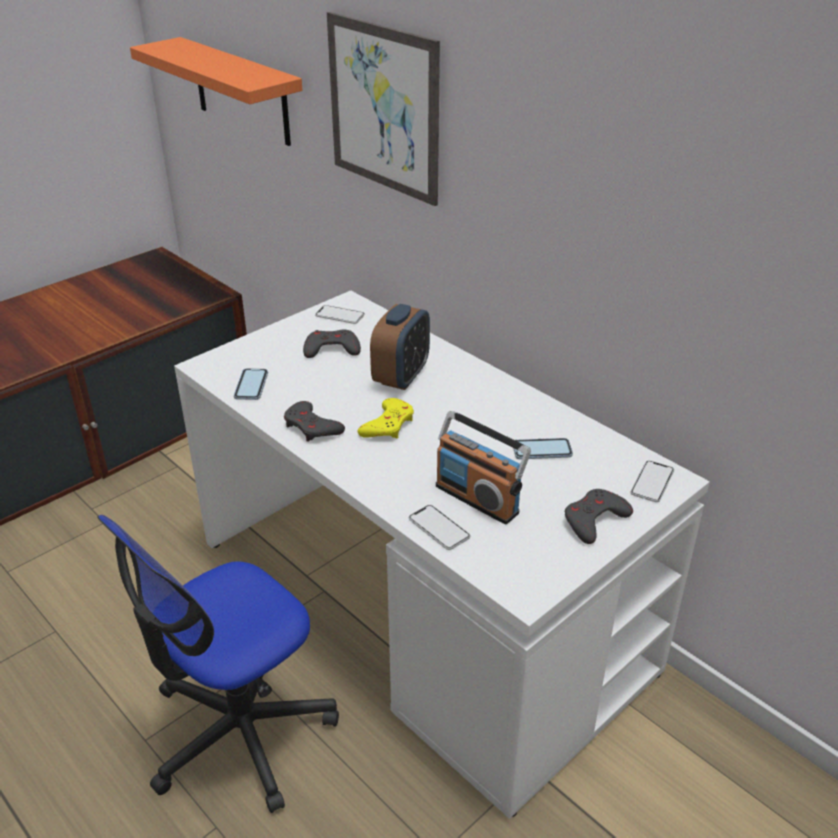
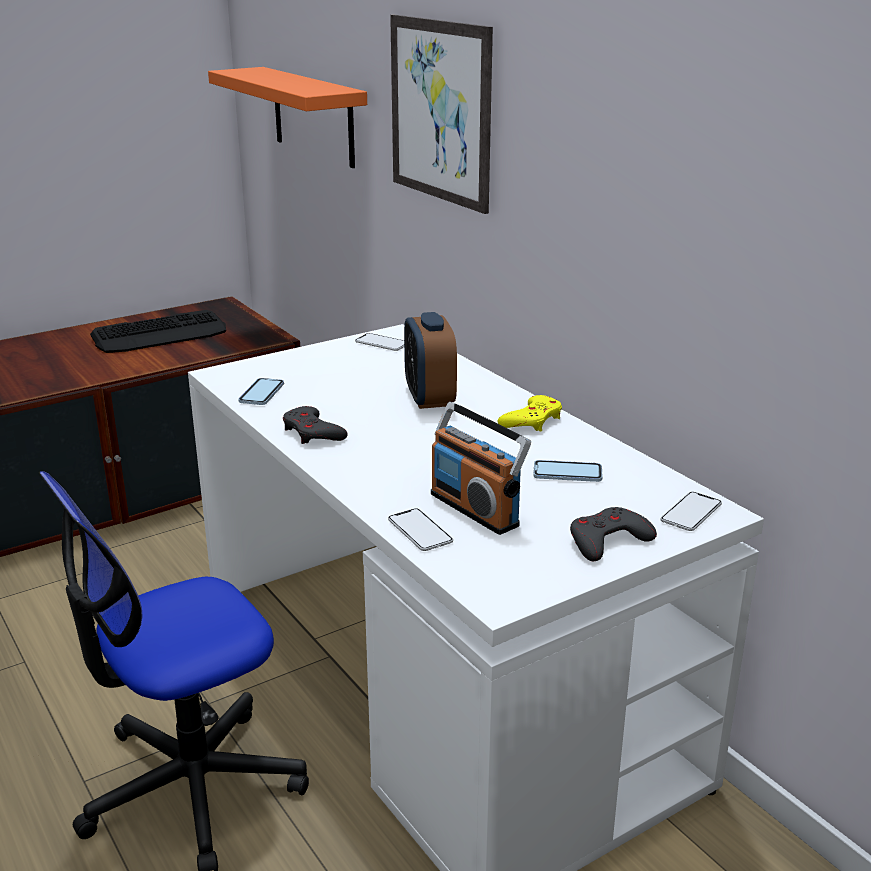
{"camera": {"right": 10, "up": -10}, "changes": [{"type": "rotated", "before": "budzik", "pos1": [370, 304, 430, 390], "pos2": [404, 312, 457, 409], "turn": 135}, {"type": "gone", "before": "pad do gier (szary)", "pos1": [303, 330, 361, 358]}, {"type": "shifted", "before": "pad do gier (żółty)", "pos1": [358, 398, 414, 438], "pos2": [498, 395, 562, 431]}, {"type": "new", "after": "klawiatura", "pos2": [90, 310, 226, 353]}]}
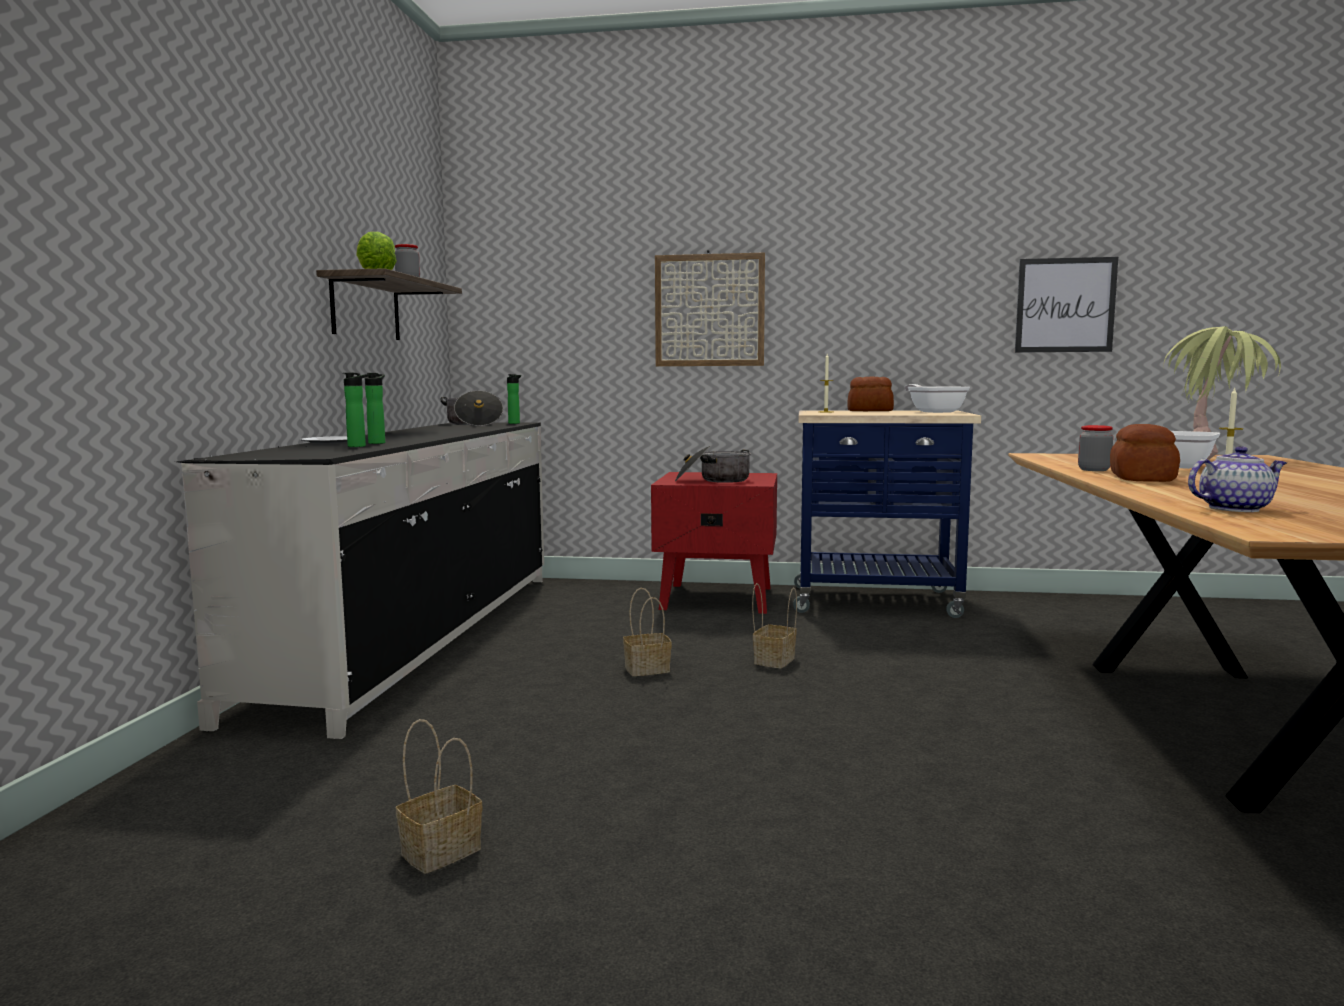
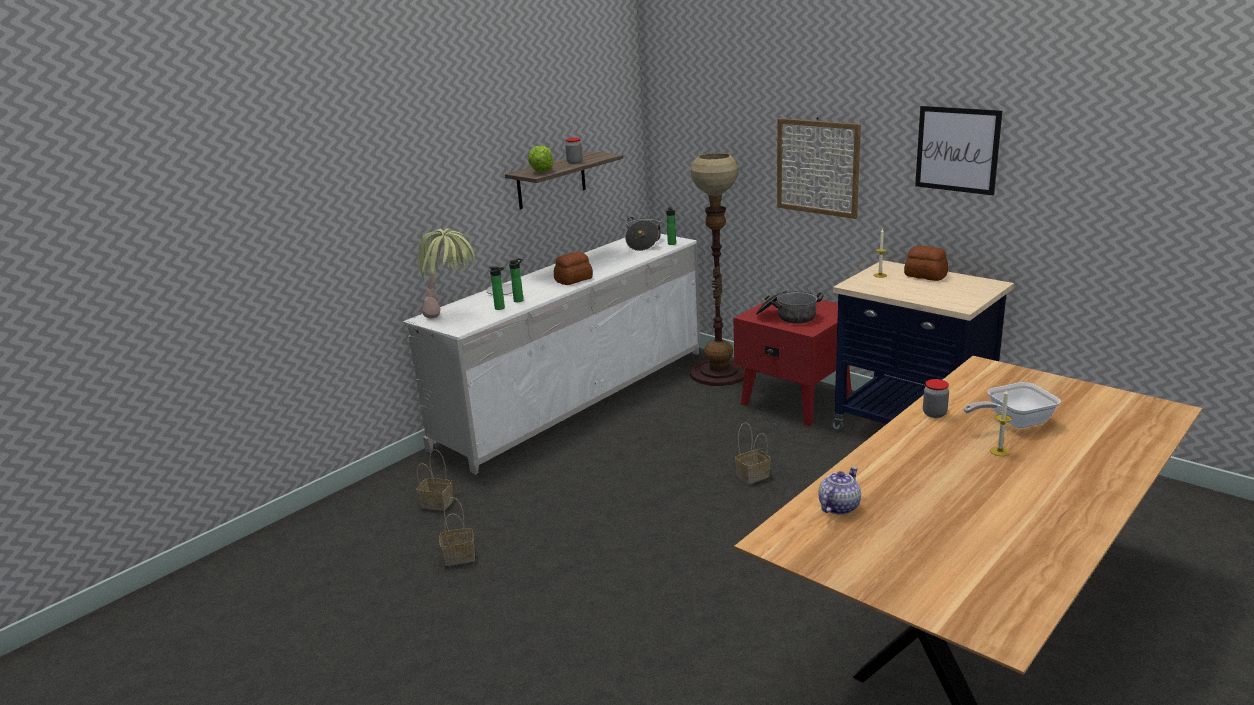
{"camera": {"right": 35, "up": 15}, "changes": [{"type": "shifted", "before": "obraz", "pos1": [1015, 257, 1118, 353], "pos2": [915, 106, 1002, 195]}, {"type": "shifted", "before": "roślina doniczkowa", "pos1": [1163, 326, 1281, 460], "pos2": [418, 229, 475, 318]}, {"type": "gone", "before": "patelnia", "pos1": [904, 384, 970, 413]}, {"type": "repainted", "before": "szafka (czarny)", "after": "szafka (biały)", "pos1": [177, 422, 544, 739], "pos2": [403, 234, 700, 475]}, {"type": "shifted", "before": "chleb", "pos1": [1110, 424, 1180, 482], "pos2": [554, 252, 593, 285]}, {"type": "rotated", "before": "imbryk", "pos1": [1188, 446, 1287, 512], "pos2": [818, 467, 861, 515], "turn": -75}, {"type": "shifted", "before": "koszyk", "pos1": [623, 588, 672, 676], "pos2": [416, 449, 454, 511]}, {"type": "new", "after": "lampa stojąca", "pos2": [690, 153, 745, 386]}]}
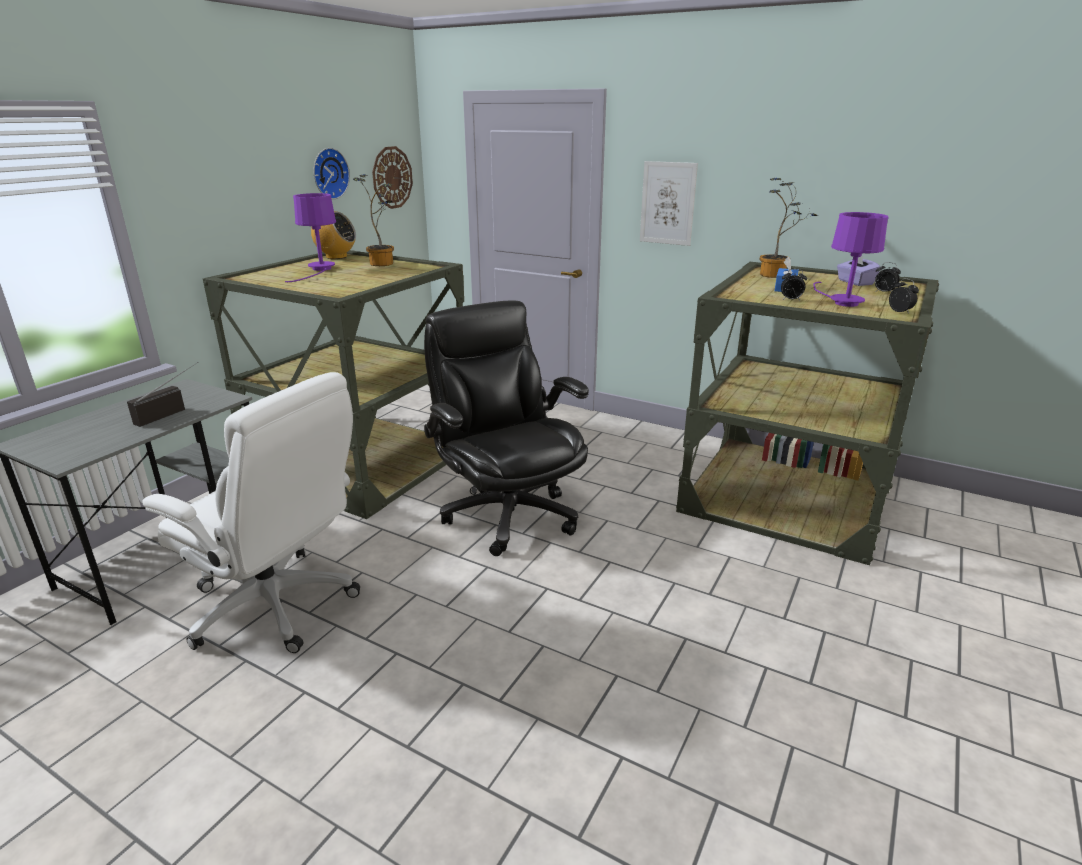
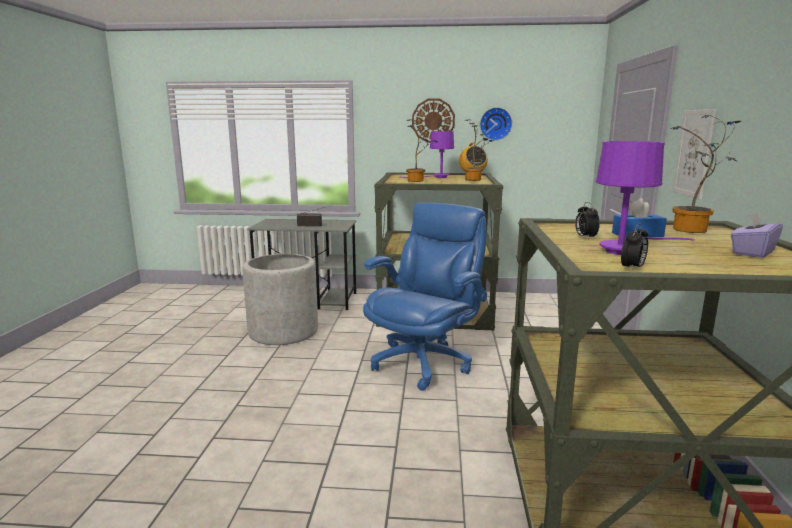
{"camera": {"right": 65, "up": -10}, "changes": [{"type": "shifted", "before": "zegar ścienny", "pos1": [372, 146, 413, 209], "pos2": [412, 99, 455, 143]}, {"type": "gone", "before": "budzik", "pos1": [875, 262, 901, 292]}, {"type": "repainted", "before": "krzesło biurowe (czarny)", "after": "krzesło biurowe (niebieski)", "pos1": [424, 301, 589, 556], "pos2": [363, 203, 487, 391]}, {"type": "swapped", "before": "krzesło biurowe (biały)", "after": "donica (szary)", "pos1": [142, 372, 360, 653], "pos2": [242, 254, 318, 345]}, {"type": "new", "after": "roślina doniczkowa", "pos2": [406, 119, 437, 182]}]}
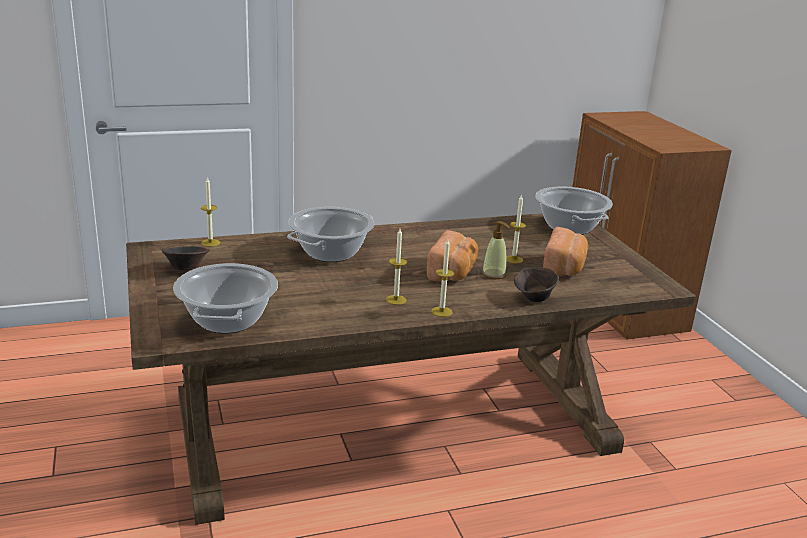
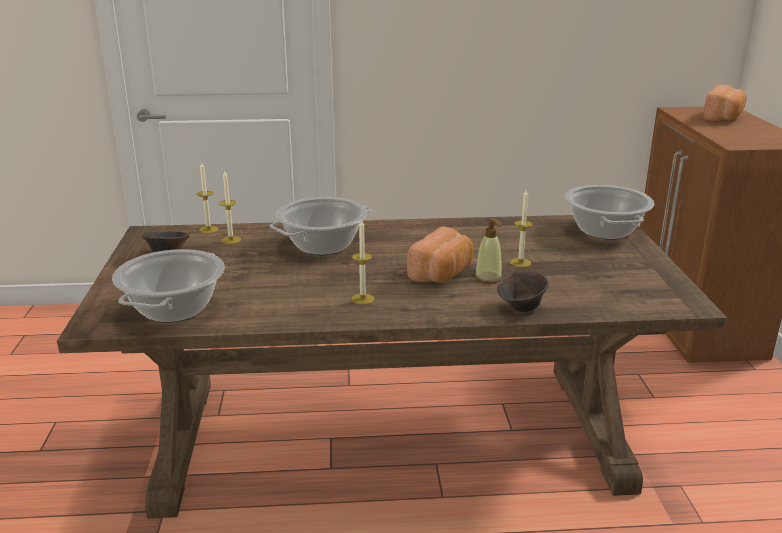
{"camera": {"right": 15, "up": 0}, "changes": [{"type": "shifted", "before": "chleb", "pos1": [543, 227, 588, 276], "pos2": [704, 84, 747, 121]}, {"type": "shifted", "before": "świeca", "pos1": [431, 239, 454, 317], "pos2": [219, 171, 241, 244]}]}
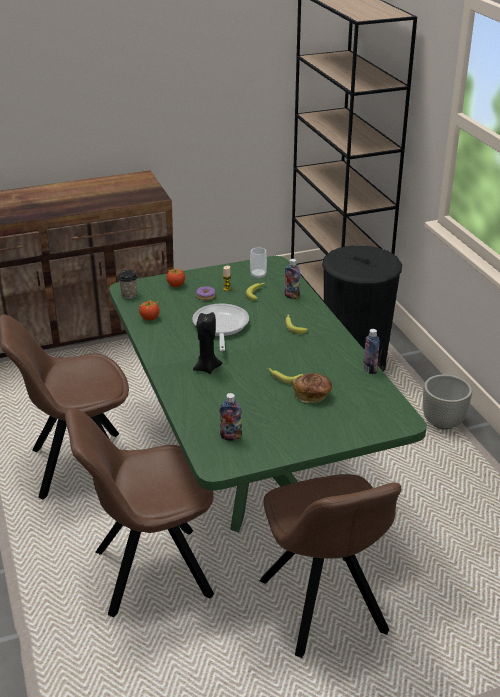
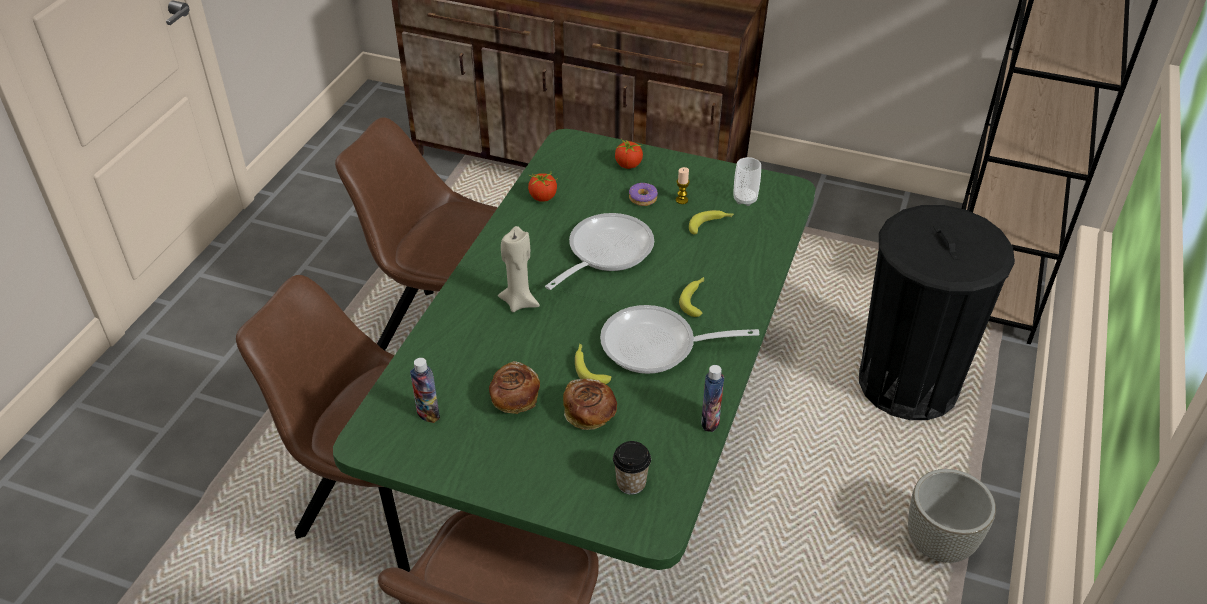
{"camera": {"right": 40, "up": 10}, "changes": [{"type": "gone", "before": "butelka", "pos1": [285, 259, 300, 299]}, {"type": "shifted", "before": "filiżanka", "pos1": [118, 270, 138, 299], "pos2": [613, 441, 651, 495]}, {"type": "repainted", "before": "świeca (czarny)", "after": "świeca (beżowy)", "pos1": [193, 312, 222, 374], "pos2": [498, 226, 540, 312]}, {"type": "new", "after": "patelnia", "pos2": [600, 305, 759, 374]}, {"type": "new", "after": "chleb", "pos2": [489, 361, 540, 414]}]}
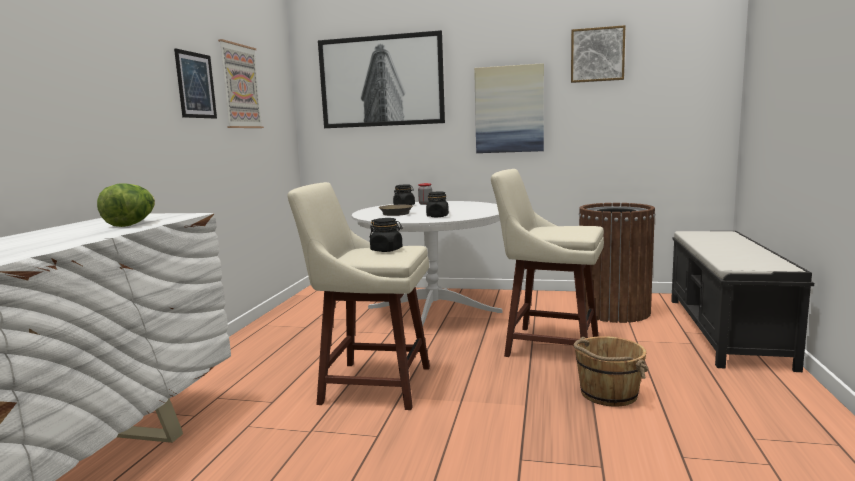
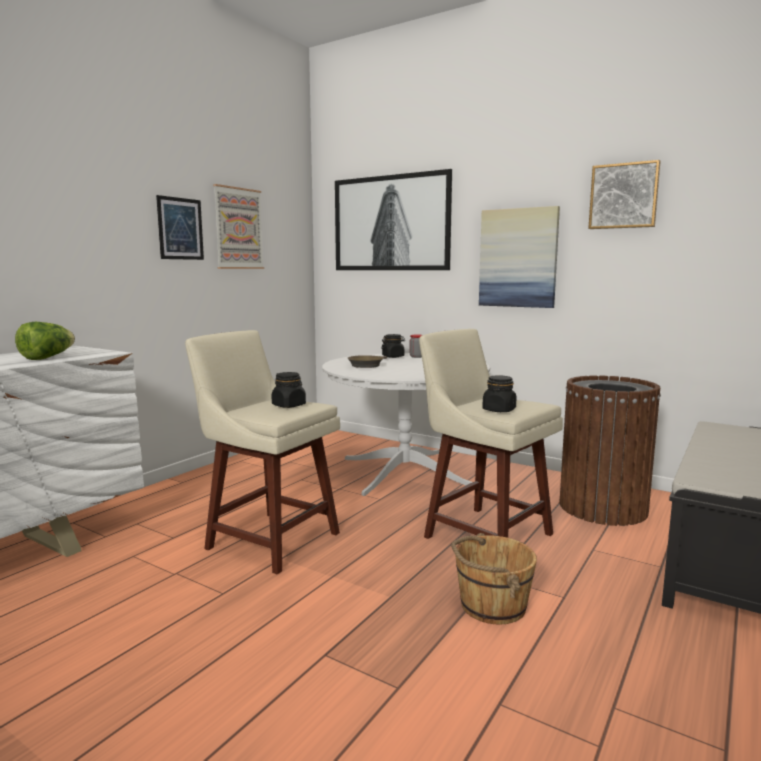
{"camera": {"right": 20, "up": 0}, "changes": [{"type": "shifted", "before": "słoik (czarny)", "pos1": [426, 191, 449, 217], "pos2": [482, 376, 516, 412]}]}
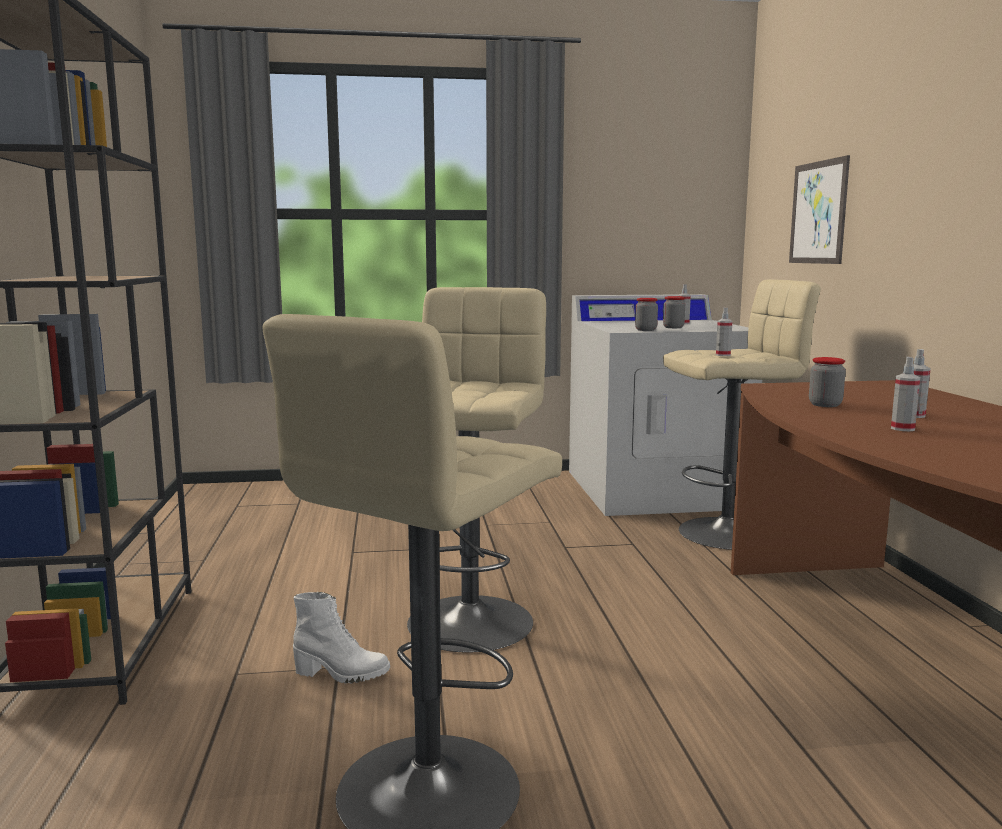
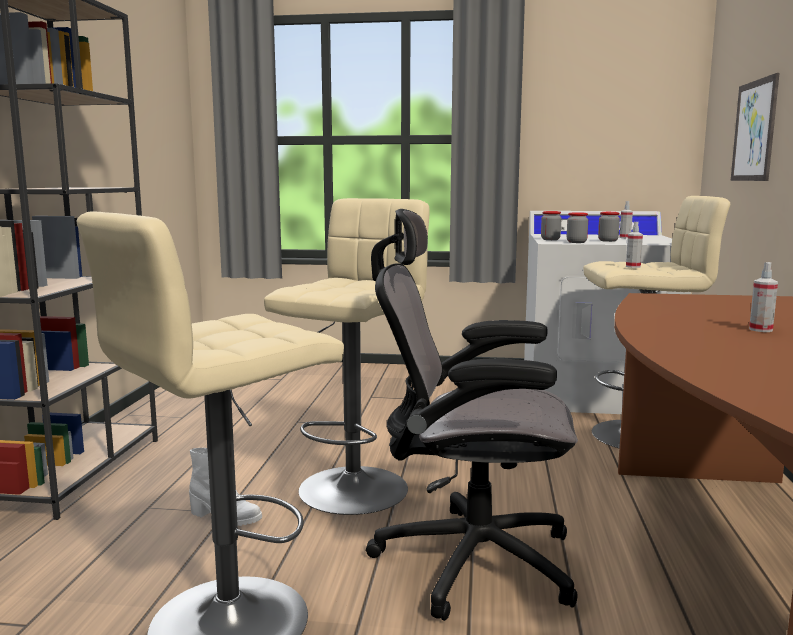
{"camera": {"right": 15, "up": 0}, "changes": [{"type": "shifted", "before": "słoik", "pos1": [809, 357, 846, 407], "pos2": [541, 211, 562, 240]}, {"type": "gone", "before": "spryskiwacz", "pos1": [891, 357, 920, 431]}, {"type": "new", "after": "krzesło biurowe", "pos2": [366, 209, 578, 621]}]}
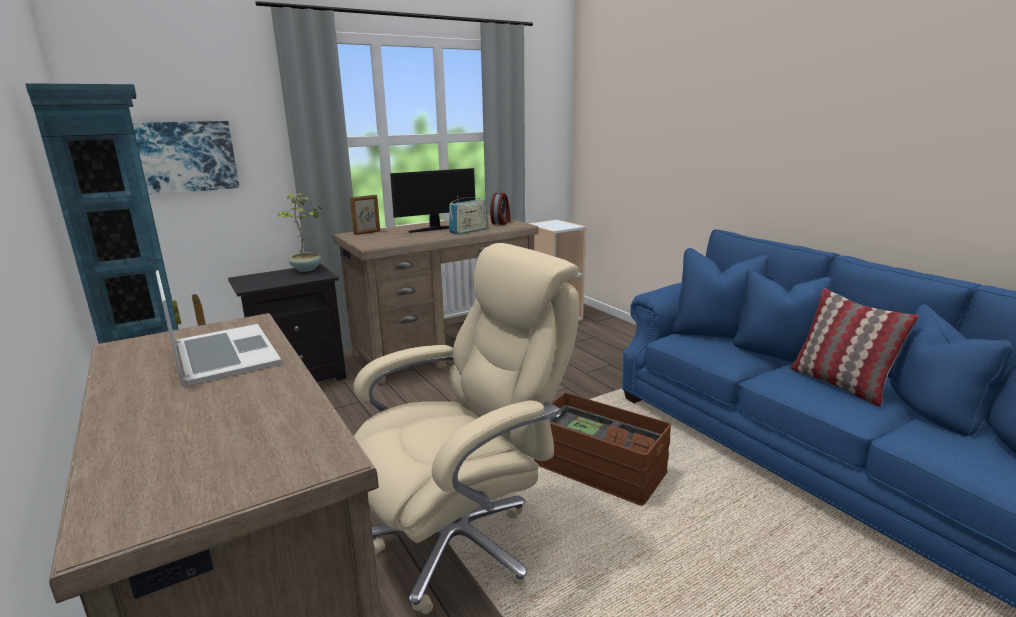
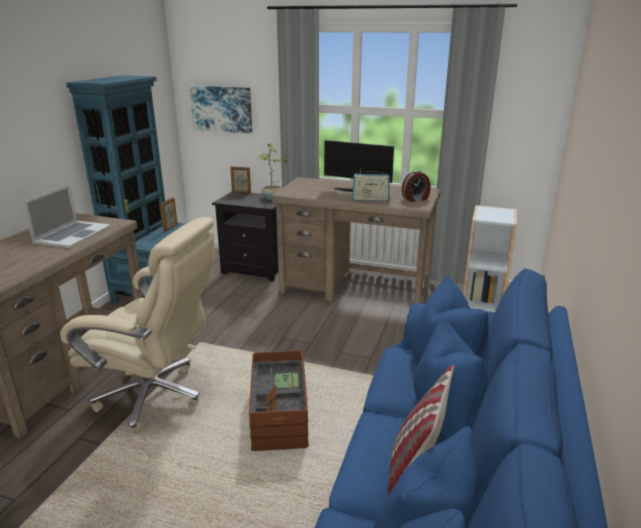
{"camera": {"right": 50, "up": 5}, "changes": [{"type": "shifted", "before": "ramka na zdjęcie", "pos1": [350, 195, 380, 235], "pos2": [230, 166, 251, 194]}]}
